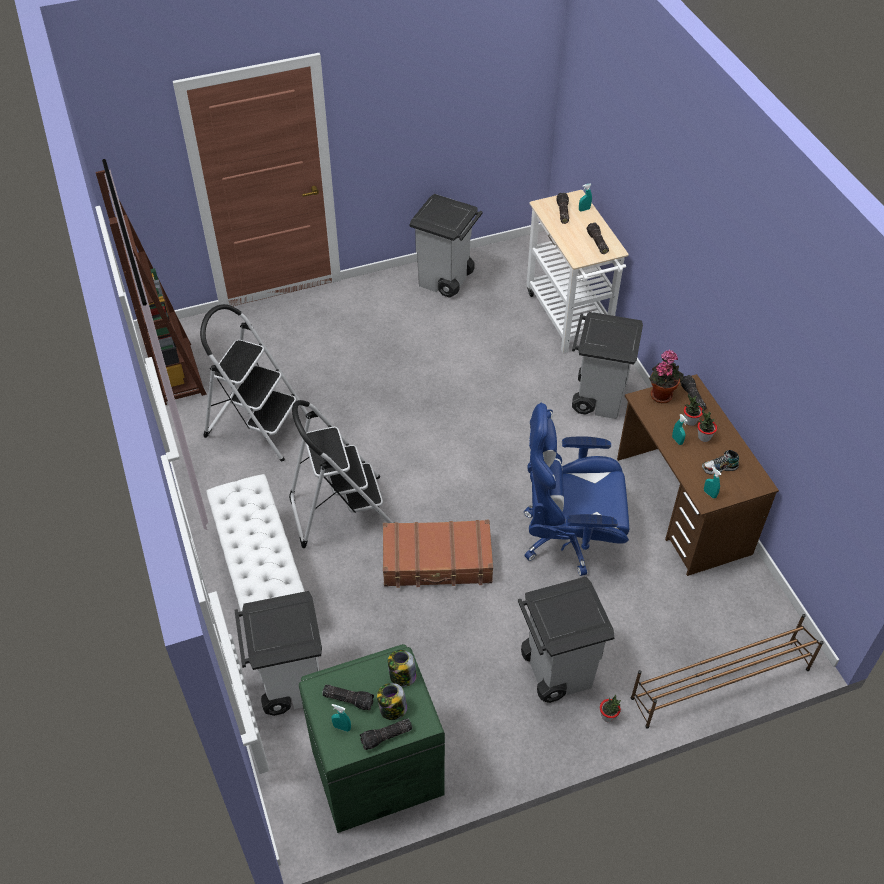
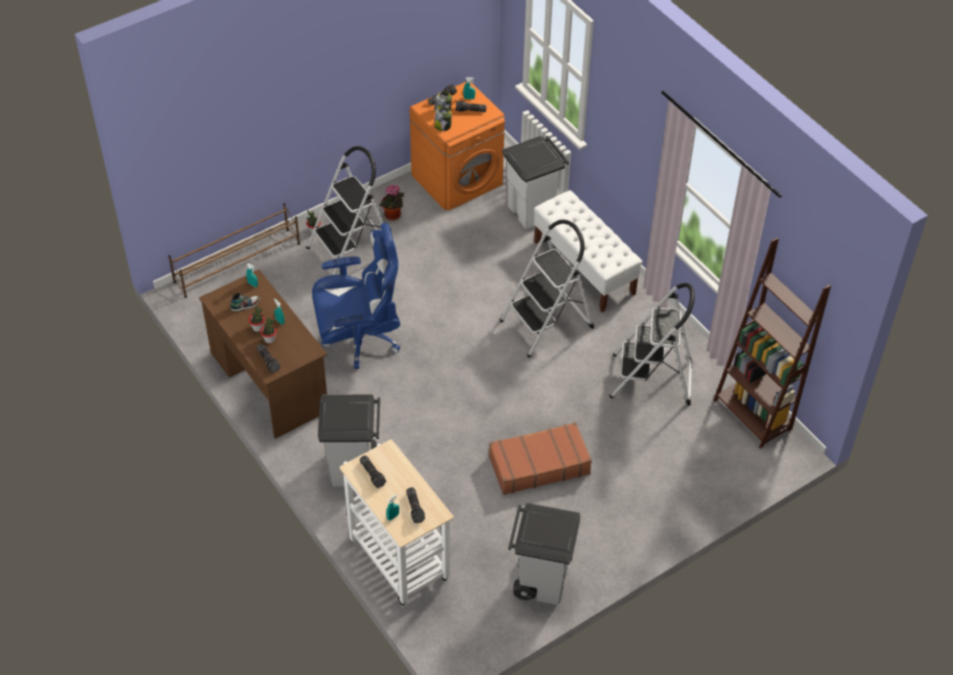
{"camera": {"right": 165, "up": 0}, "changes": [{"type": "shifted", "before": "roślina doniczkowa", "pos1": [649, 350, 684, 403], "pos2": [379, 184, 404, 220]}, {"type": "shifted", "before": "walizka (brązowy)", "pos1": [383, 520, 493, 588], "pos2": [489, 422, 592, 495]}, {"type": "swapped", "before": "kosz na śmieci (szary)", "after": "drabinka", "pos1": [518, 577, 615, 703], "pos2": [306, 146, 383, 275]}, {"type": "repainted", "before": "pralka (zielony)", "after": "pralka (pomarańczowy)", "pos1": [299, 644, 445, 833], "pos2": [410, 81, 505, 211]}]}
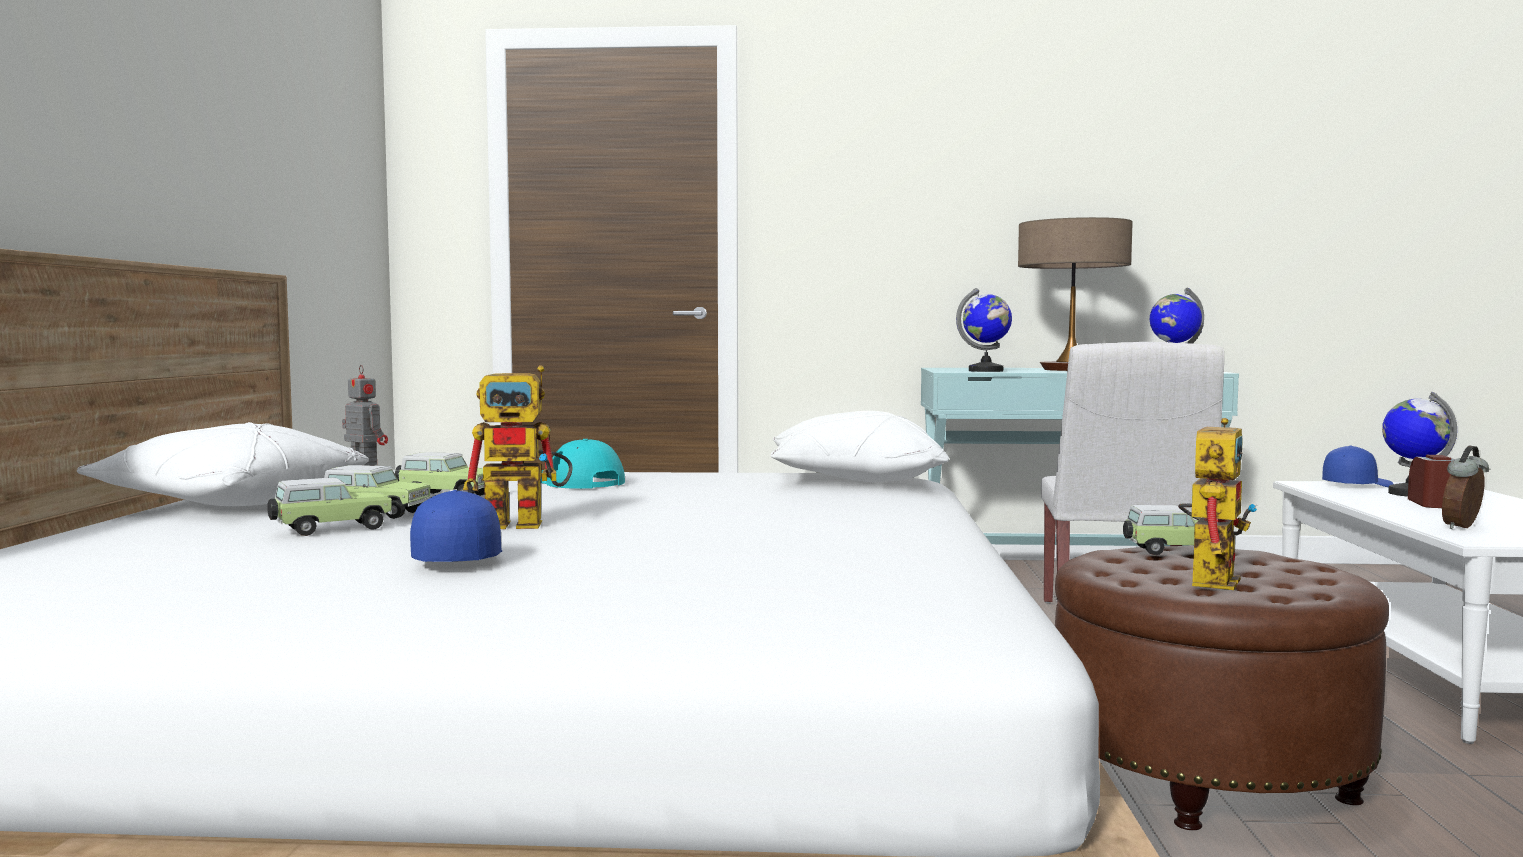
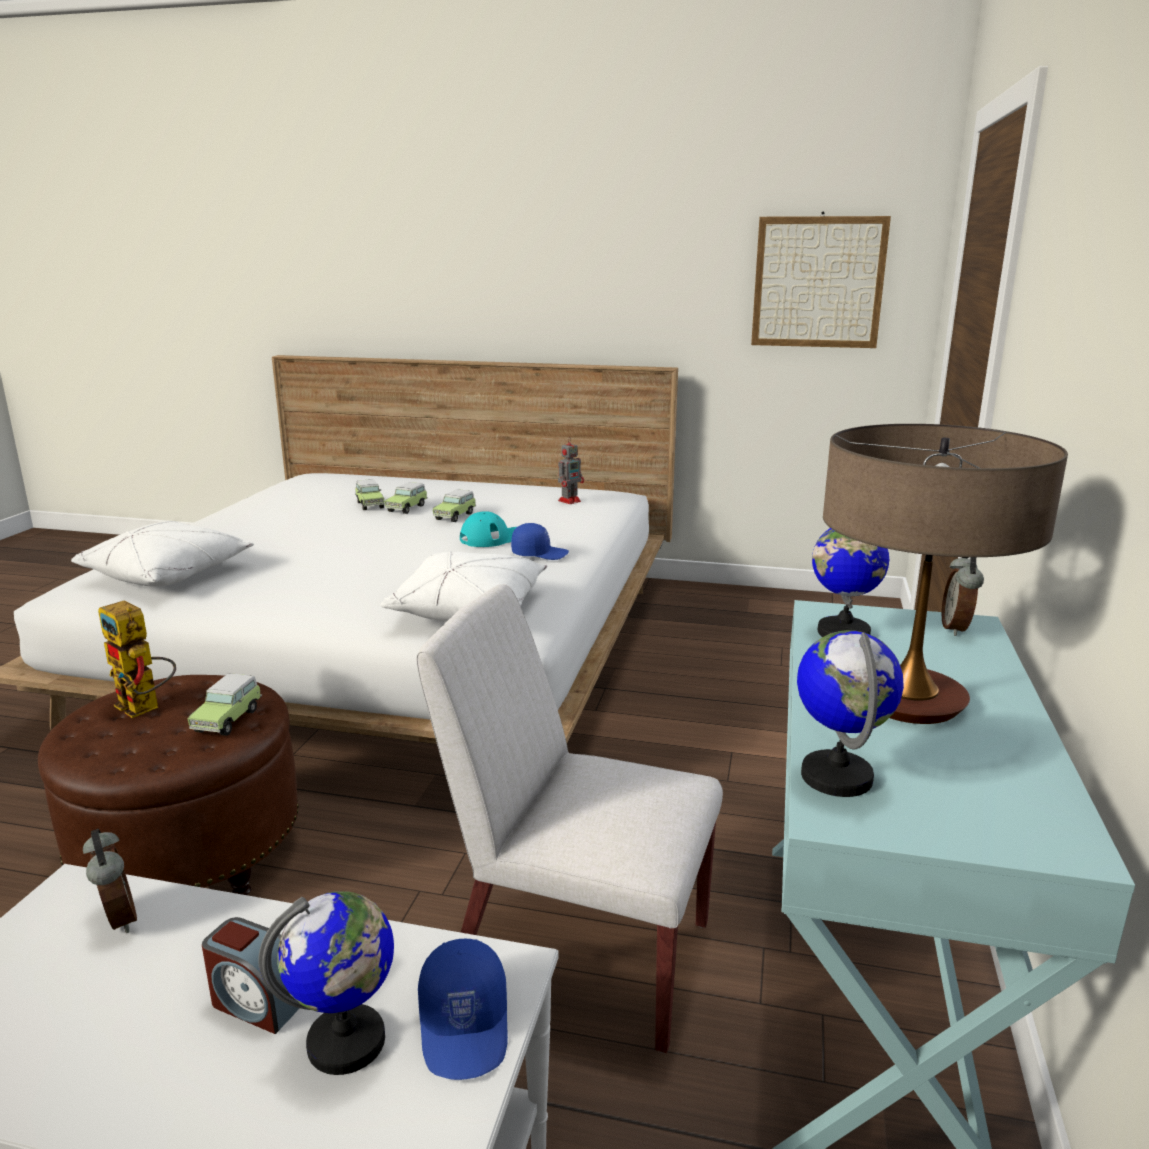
{"camera": {"right": 100, "up": 15}, "changes": [{"type": "gone", "before": "robot zabawkowy", "pos1": [463, 365, 573, 529]}, {"type": "shifted", "before": "poduszka (biały)", "pos1": [77, 422, 369, 506], "pos2": [71, 521, 254, 587]}, {"type": "shifted", "before": "czapka z daszkiem (niebieski)", "pos1": [410, 490, 502, 562], "pos2": [511, 523, 569, 560]}, {"type": "new", "after": "obraz", "pos2": [751, 211, 891, 348]}, {"type": "new", "after": "budzik", "pos2": [942, 557, 984, 636]}]}
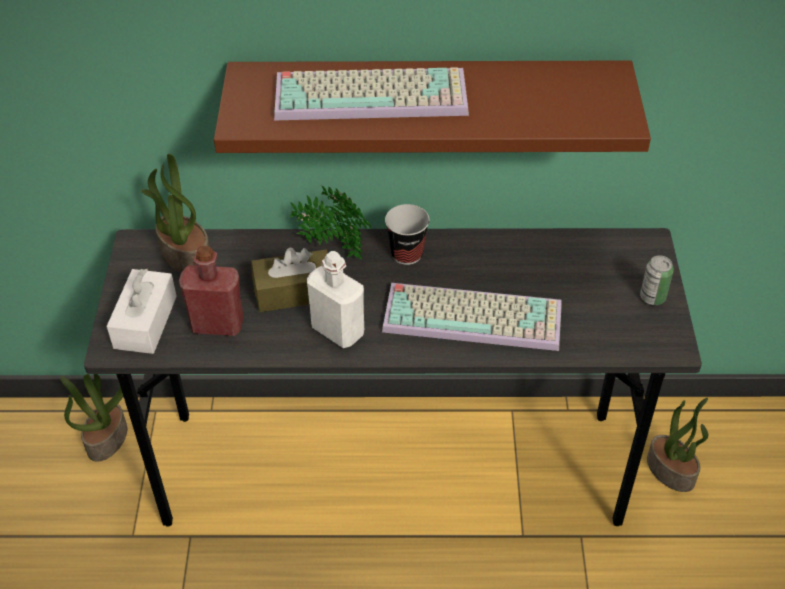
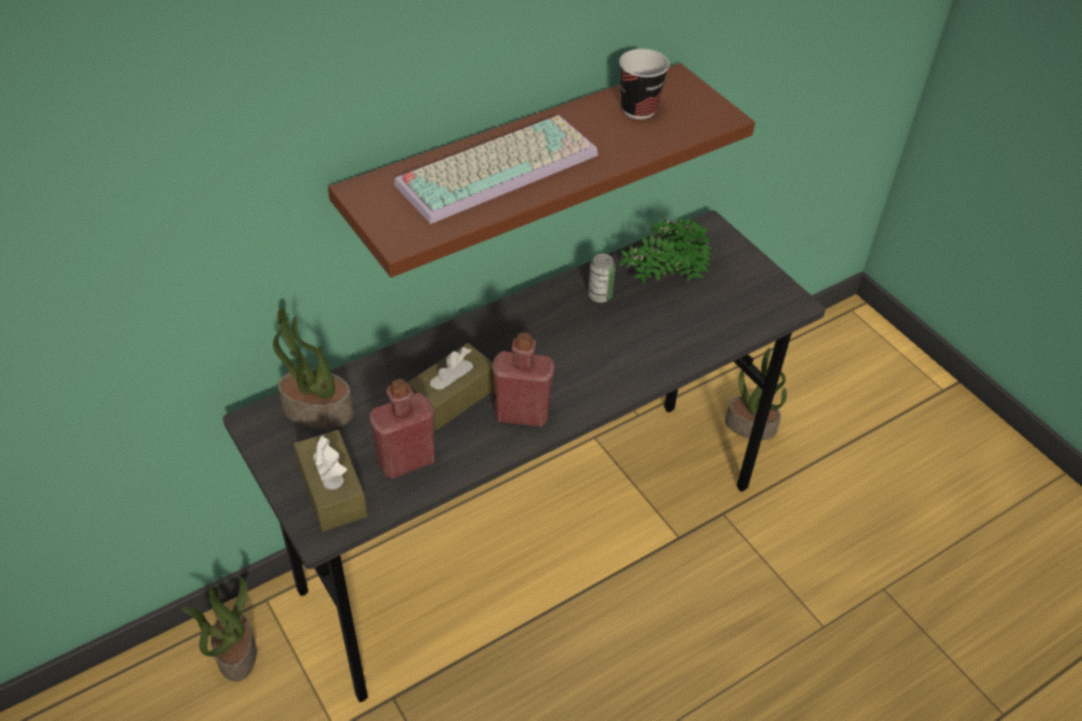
{"camera": {"right": -35, "up": 0}, "changes": [{"type": "shifted", "before": "roślina doniczkowa", "pos1": [290, 185, 371, 260], "pos2": [620, 217, 713, 284]}, {"type": "shifted", "before": "filiżanka", "pos1": [385, 204, 430, 265], "pos2": [619, 49, 669, 119]}, {"type": "repainted", "before": "butelka (biały)", "after": "butelka (czerwony)", "pos1": [307, 251, 364, 348], "pos2": [492, 332, 555, 427]}, {"type": "shifted", "before": "puszka", "pos1": [640, 255, 674, 305], "pos2": [588, 254, 616, 303]}, {"type": "repainted", "before": "pudełko chusteczek (biały)", "after": "pudełko chusteczek (brązowy)", "pos1": [106, 269, 177, 354], "pos2": [294, 430, 368, 531]}, {"type": "gone", "before": "klawiatura", "pos1": [382, 283, 562, 351]}]}
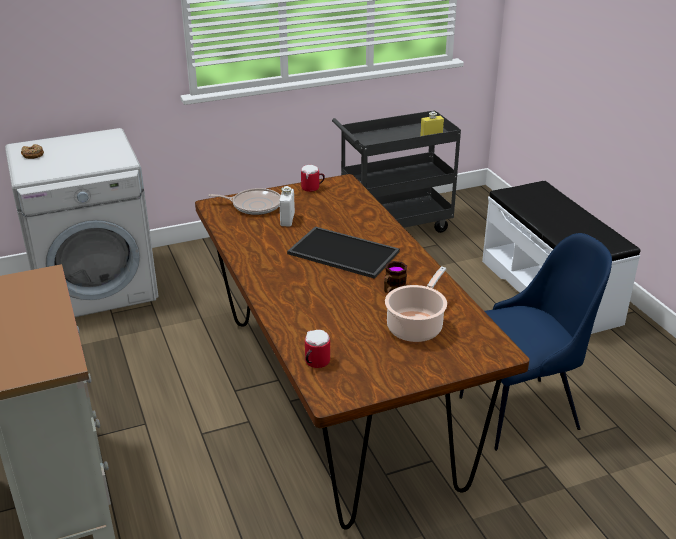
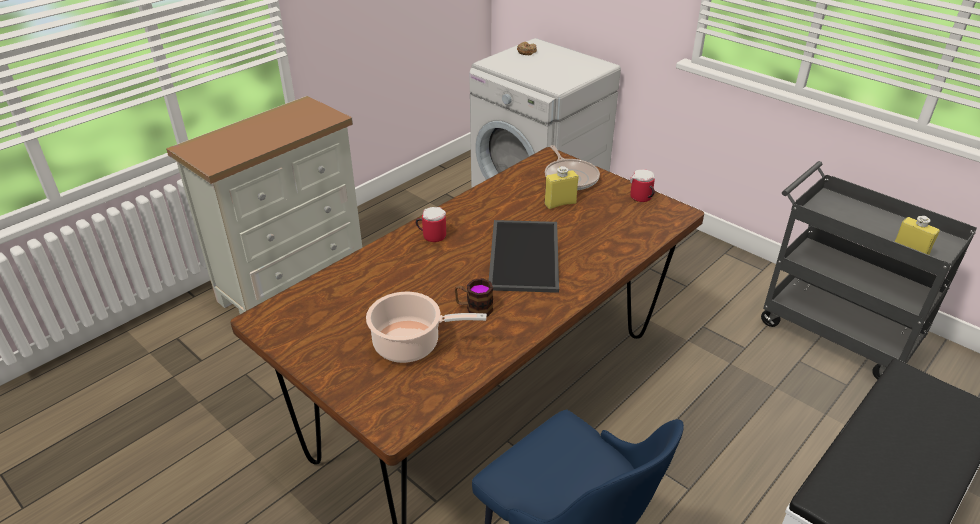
{"camera": {"right": 65, "up": 5}, "changes": [{"type": "repainted", "before": "butelka (biały)", "after": "butelka (żółty)", "pos1": [279, 186, 295, 226], "pos2": [545, 166, 578, 209]}, {"type": "shifted", "before": "kubek", "pos1": [305, 330, 330, 368], "pos2": [416, 207, 446, 242]}]}
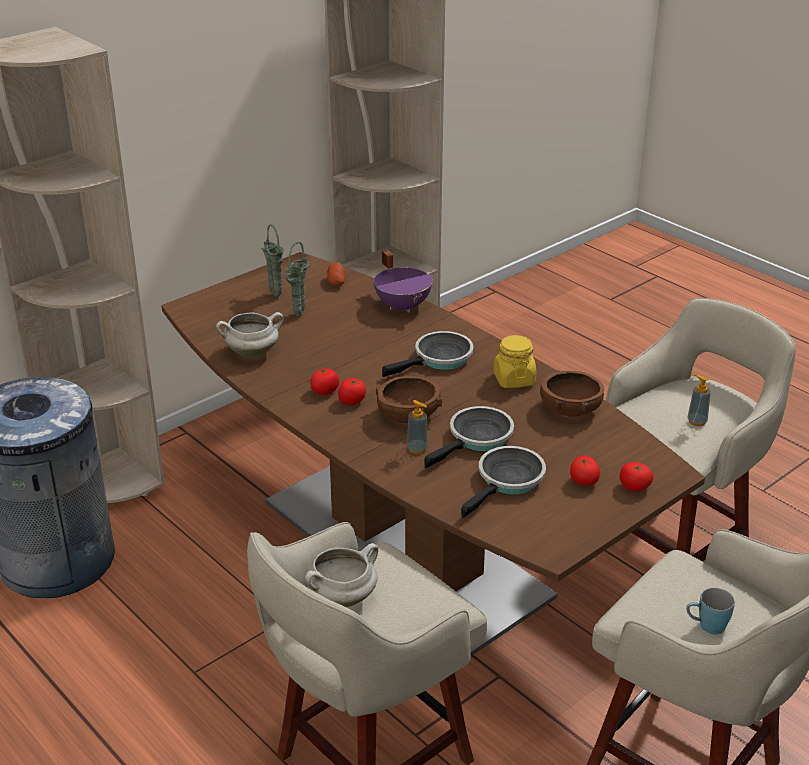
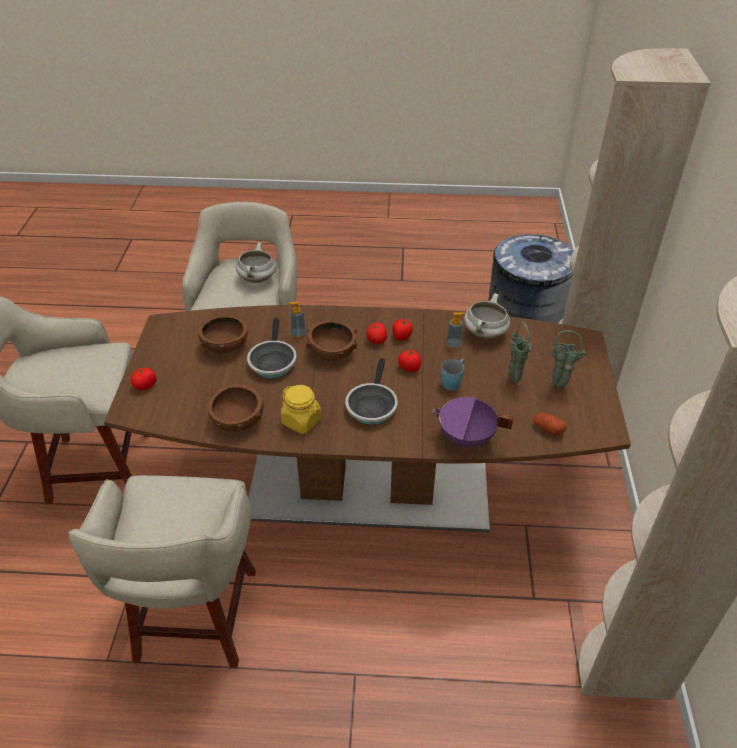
{"camera": {"right": 135, "up": 10}, "changes": [{"type": "shifted", "before": "dozownik mydła", "pos1": [688, 374, 711, 426], "pos2": [446, 312, 465, 350]}, {"type": "swapped", "before": "patelnia", "after": "miska (brązowy)", "pos1": [461, 446, 546, 518], "pos2": [198, 315, 249, 353]}, {"type": "shifted", "before": "pomidor", "pos1": [570, 455, 600, 486], "pos2": [398, 349, 421, 372]}, {"type": "shifted", "before": "kubek (niebieski)", "pos1": [686, 588, 735, 634], "pos2": [441, 359, 465, 390]}]}
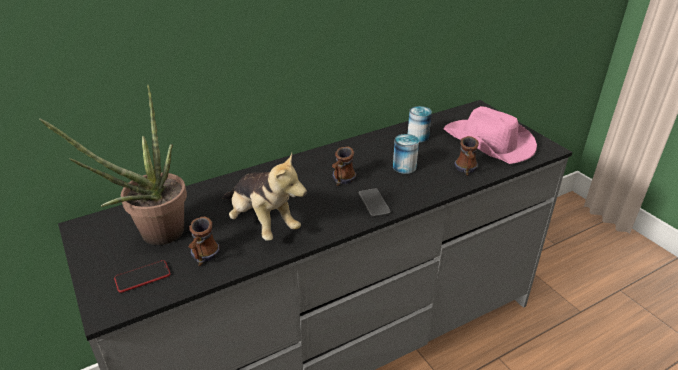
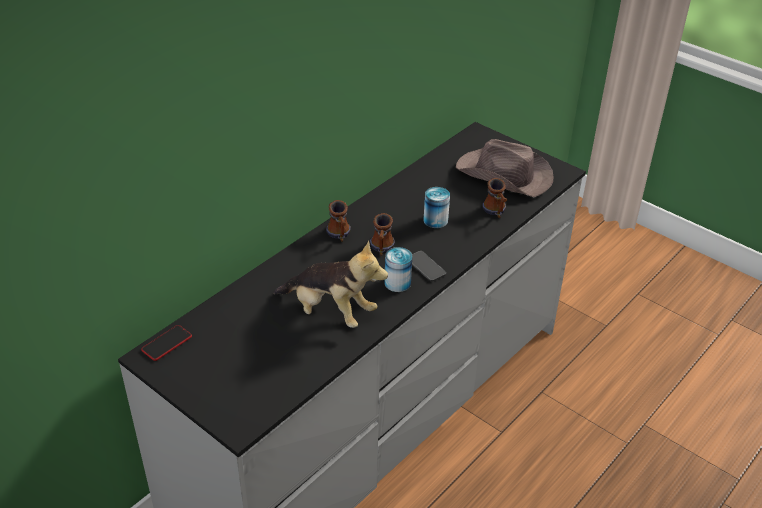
{"camera": {"right": -20, "up": 5}, "changes": [{"type": "gone", "before": "roślina doniczkowa", "pos1": [39, 85, 187, 245]}, {"type": "shifted", "before": "puszka", "pos1": [408, 106, 432, 143], "pos2": [384, 247, 412, 292]}, {"type": "repainted", "before": "kapelusz (różowy)", "after": "kapelusz (brązowy)", "pos1": [443, 106, 537, 164], "pos2": [456, 139, 553, 197]}, {"type": "shifted", "before": "kubek", "pos1": [188, 217, 220, 266], "pos2": [326, 200, 351, 242]}, {"type": "shifted", "before": "telefon", "pos1": [114, 260, 171, 293], "pos2": [141, 325, 192, 361]}]}
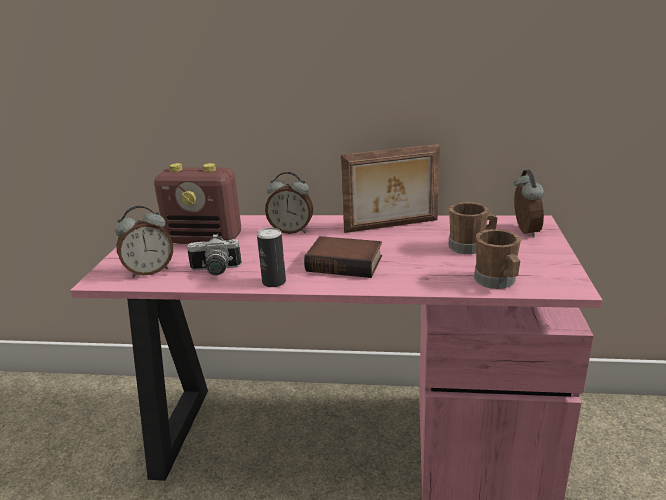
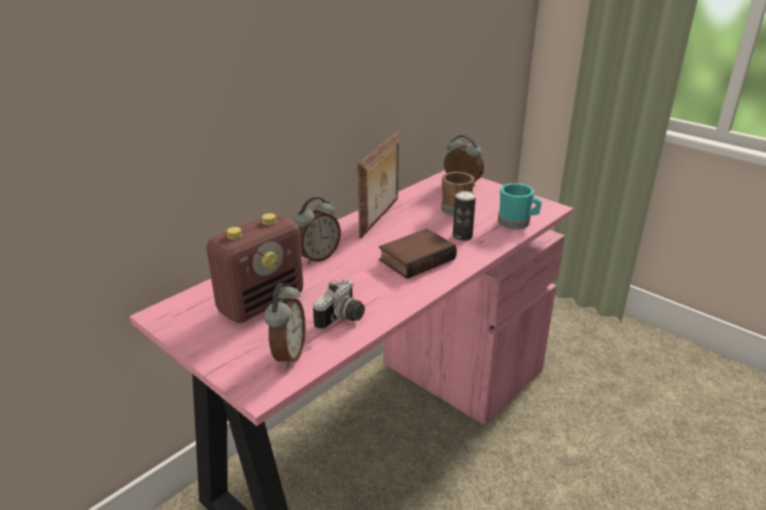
{"camera": {"right": -55, "up": 5}, "changes": [{"type": "shifted", "before": "puszka", "pos1": [257, 228, 286, 287], "pos2": [453, 191, 476, 241]}, {"type": "repainted", "before": "kubek (brązowy)", "after": "kubek (turkusowy)", "pos1": [474, 229, 521, 289], "pos2": [498, 183, 542, 230]}]}
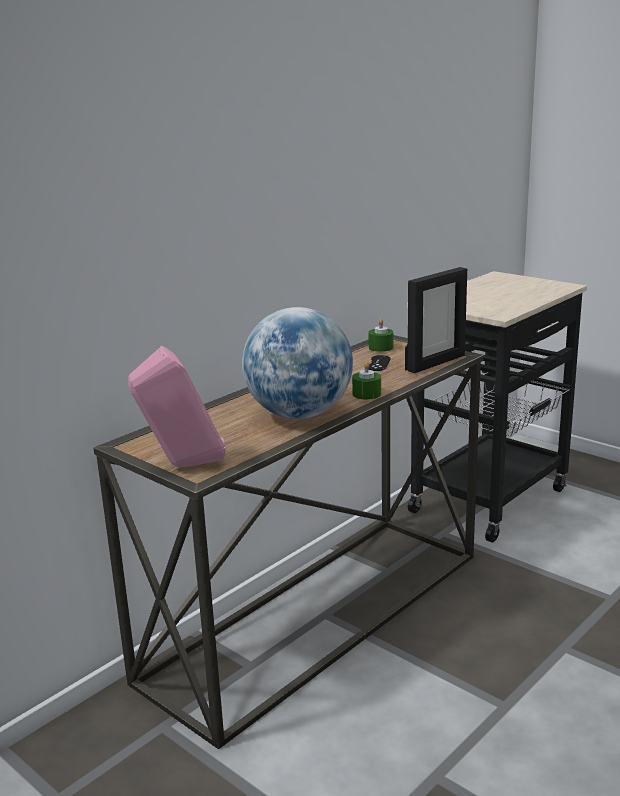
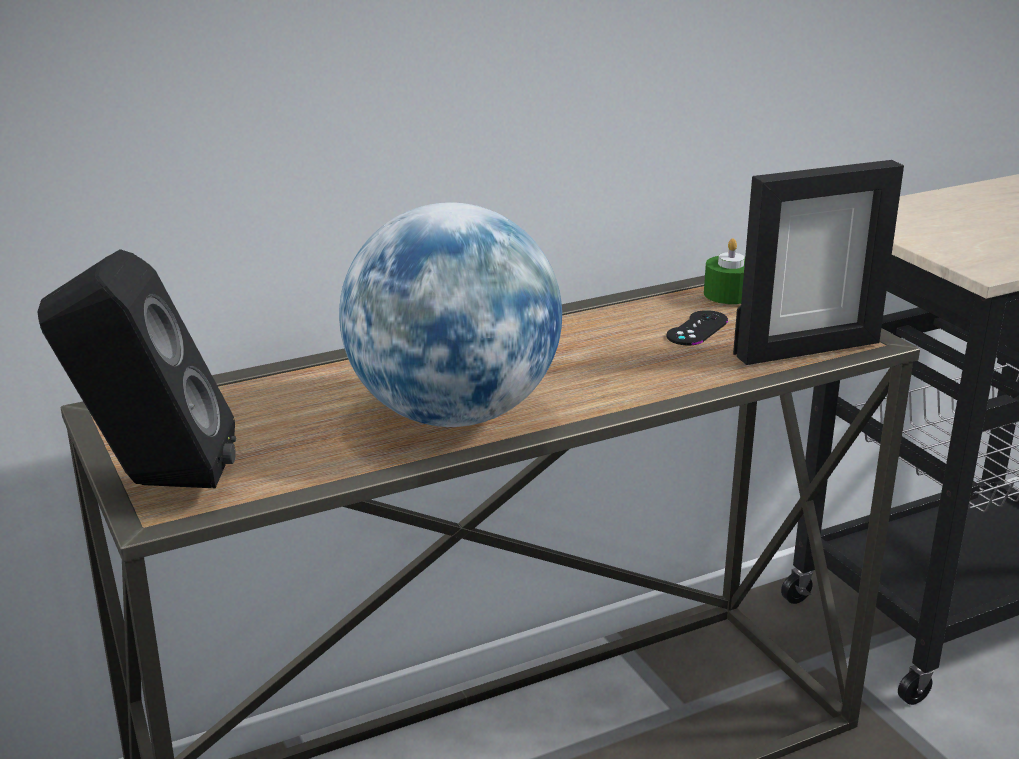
{"camera": {"right": 20, "up": 5}, "changes": [{"type": "repainted", "before": "głośnik (różowy)", "after": "głośnik (czarny)", "pos1": [128, 346, 226, 468], "pos2": [38, 249, 236, 488]}, {"type": "gone", "before": "świeca (zielony)", "pos1": [352, 361, 381, 400]}]}
